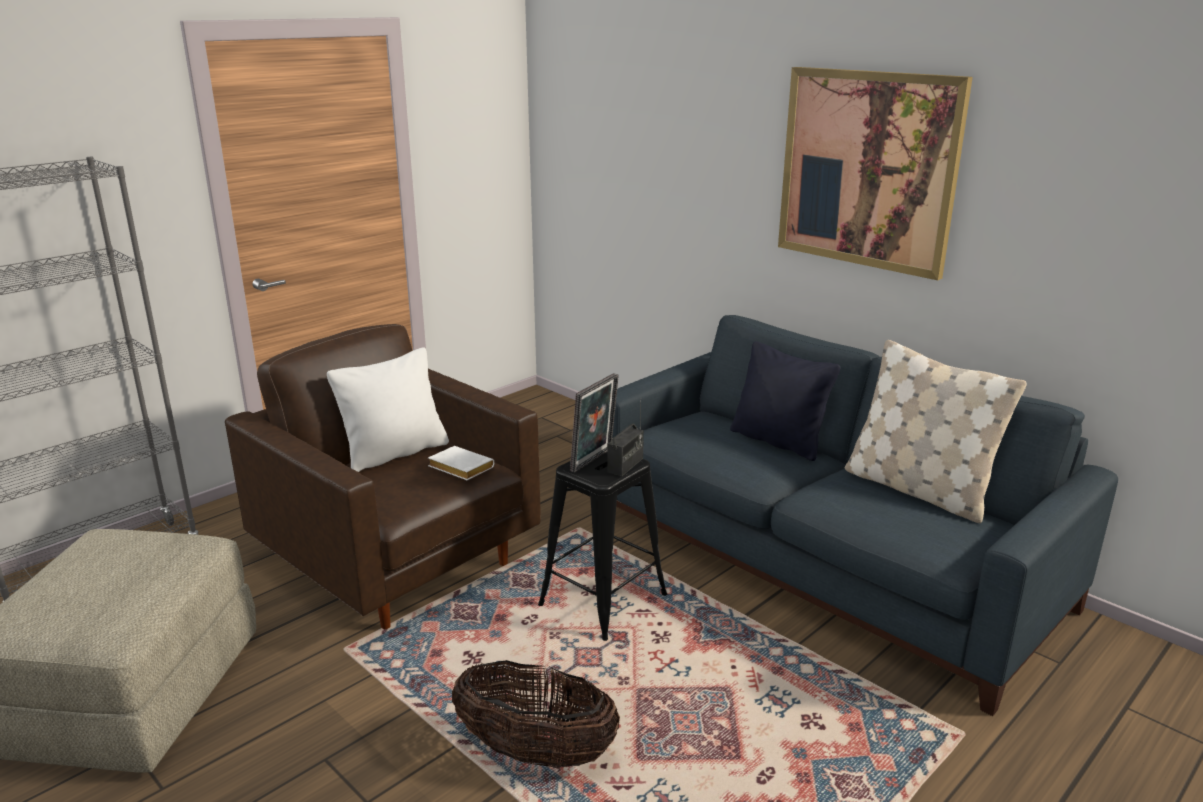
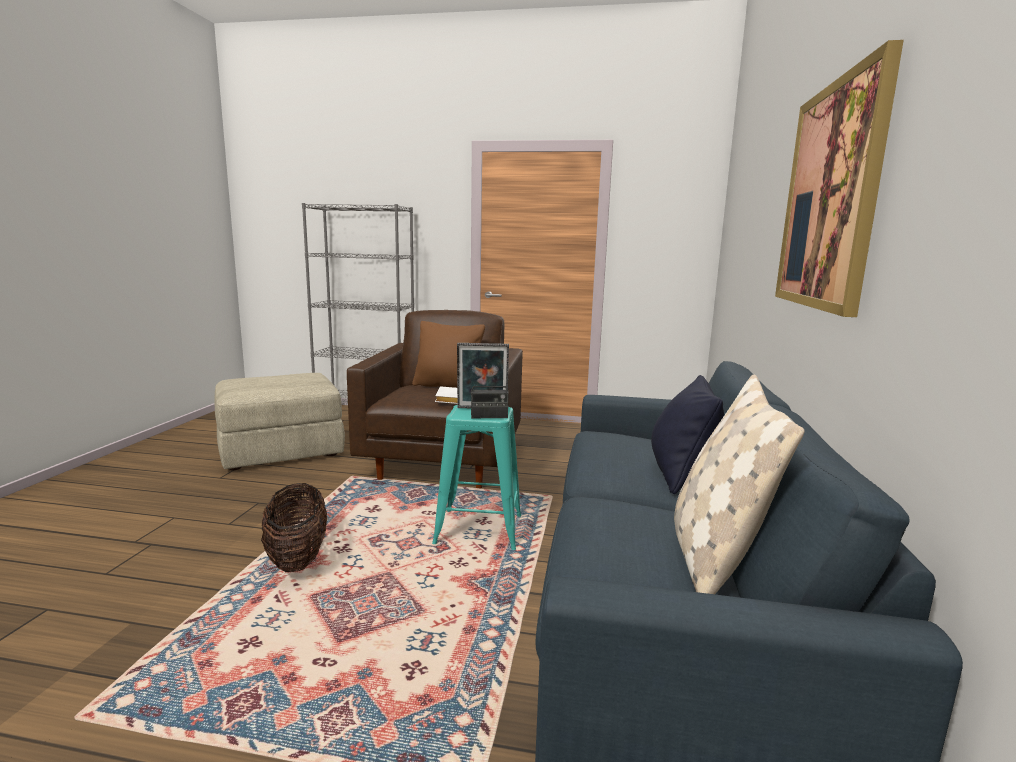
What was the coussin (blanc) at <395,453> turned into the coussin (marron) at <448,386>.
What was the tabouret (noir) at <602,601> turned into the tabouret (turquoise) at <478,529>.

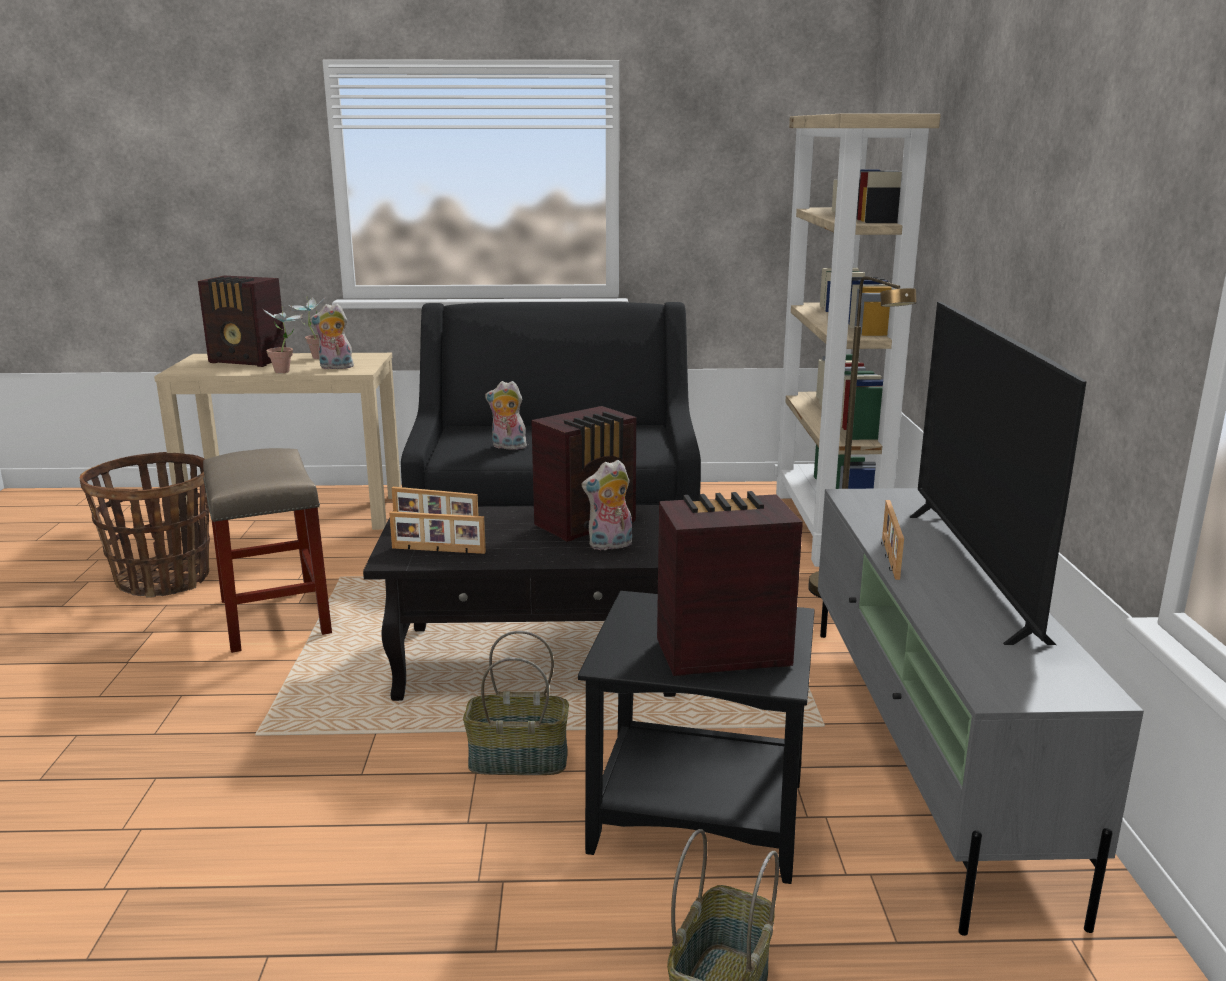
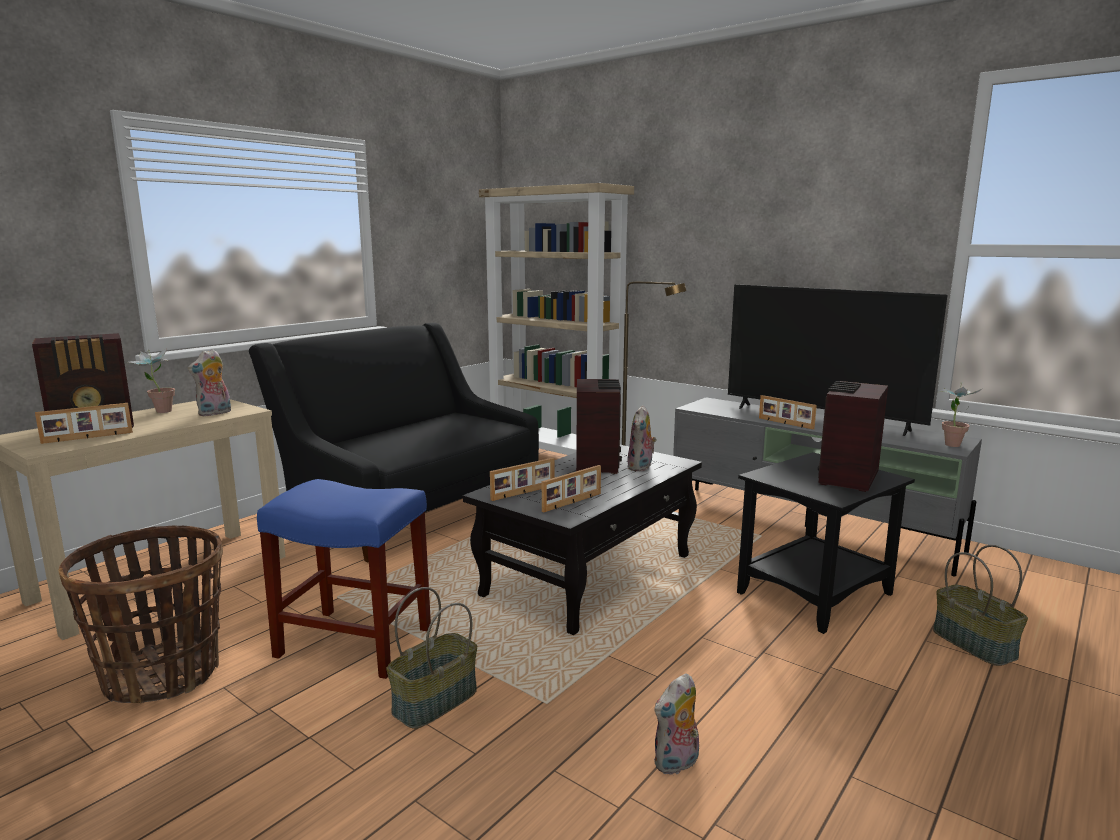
What was the tabouret (beige) at <275,617> turned into the tabouret (bleu) at <356,642>.
The plante en pot ended up elsewhere, having gone from <288,371> to <952,443>.
The panier ended up elsewhere, having gone from <517,761> to <435,702>.
The peluche ended up elsewhere, having gone from <507,447> to <677,764>.
The second view gained the cadre photo at <87,438>.

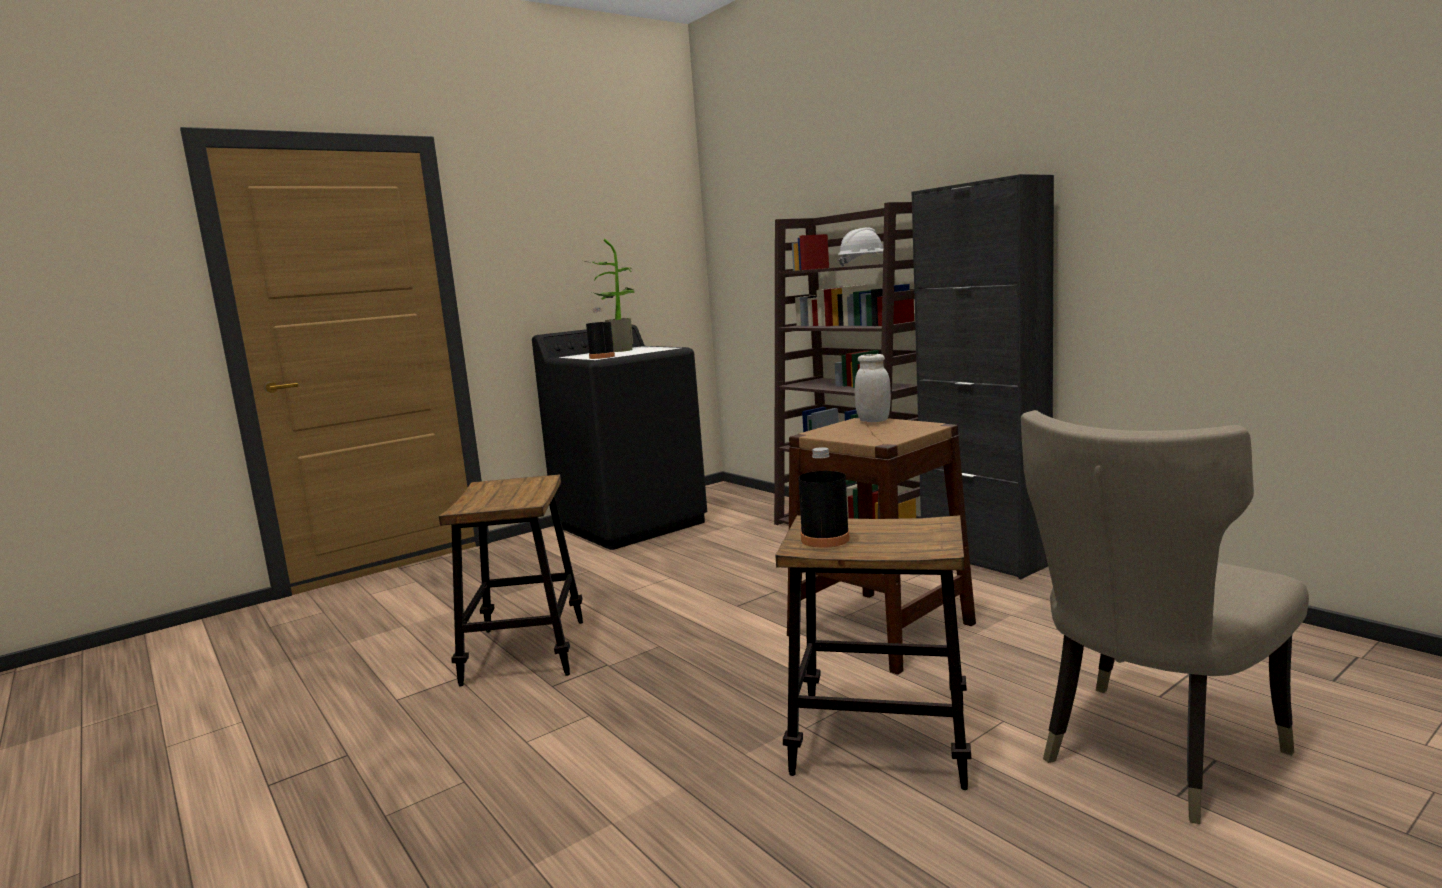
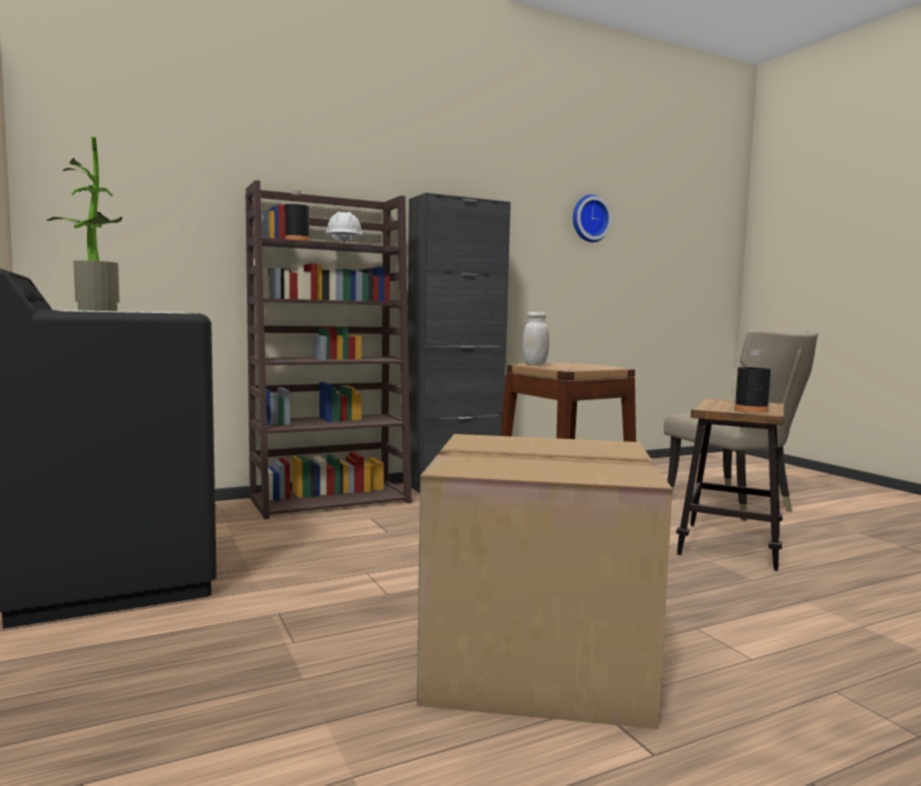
Where the tabouret stood at <525,651>, the carton came to stand at <533,659>.
The bouteille (noir) ended up elsewhere, having gone from <602,357> to <296,241>.
The second view gained the horloge murale at <589,219>.

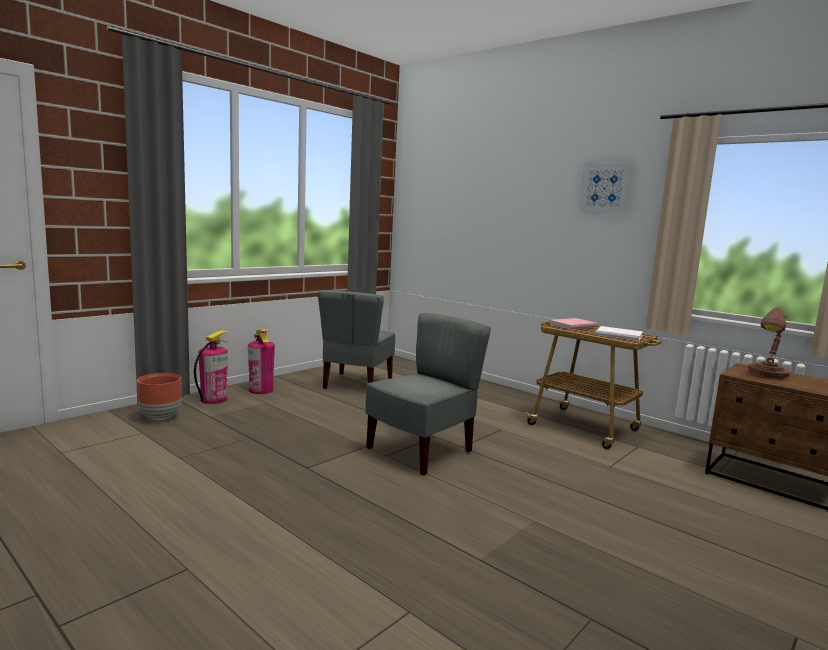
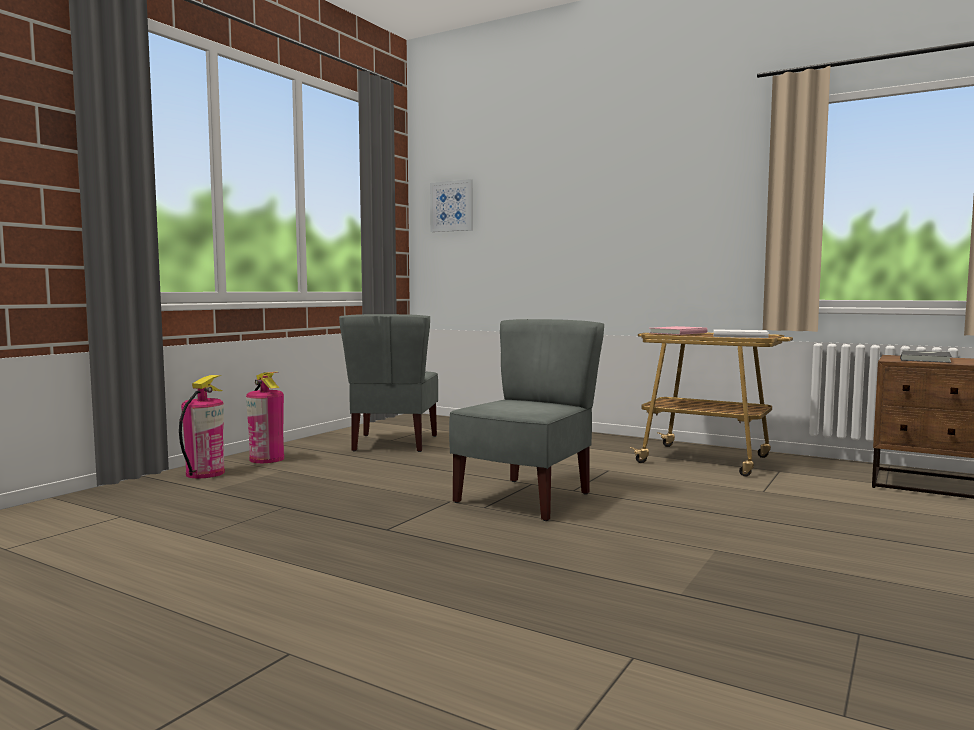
The second view lost the cache-pot (marron) at <160,417>.
The tableau ended up elsewhere, having gone from <605,188> to <452,206>.
Where the lampe de table (marron) stood at <767,375>, the livre (gris) came to stand at <927,359>.

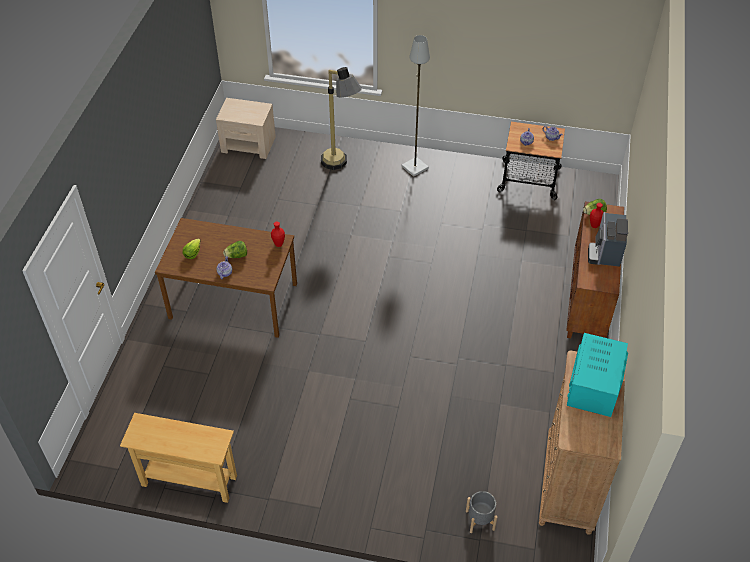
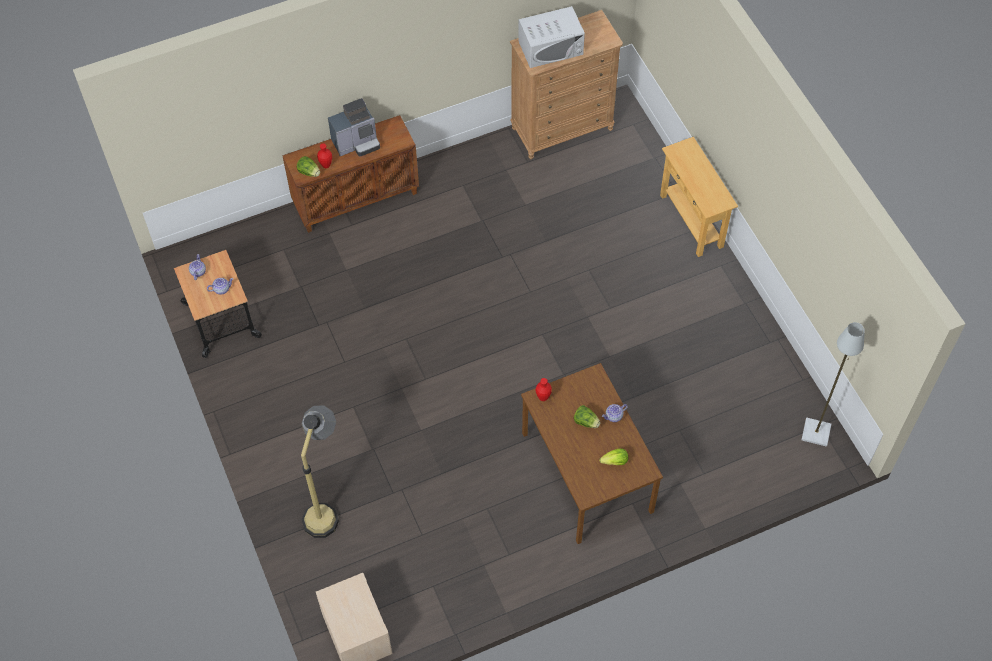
The table console (beige) ended up elsewhere, having gone from <189,480> to <691,221>.
The lampadaire (gris) ended up elsewhere, having gone from <415,168> to <816,432>.
The second view lost the cache-pot (gris) at <480,520>.
What was the micro-ondes (turquoise) at <594,385> turned into the micro-ondes (blanc) at <551,47>.

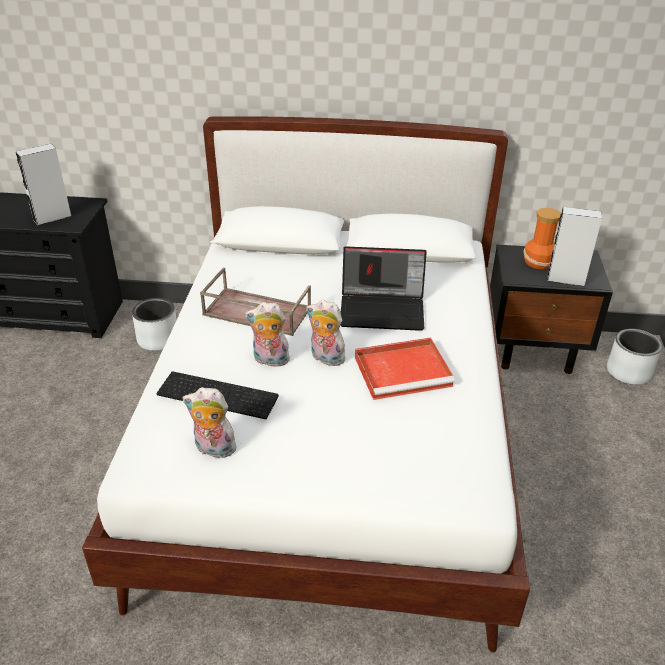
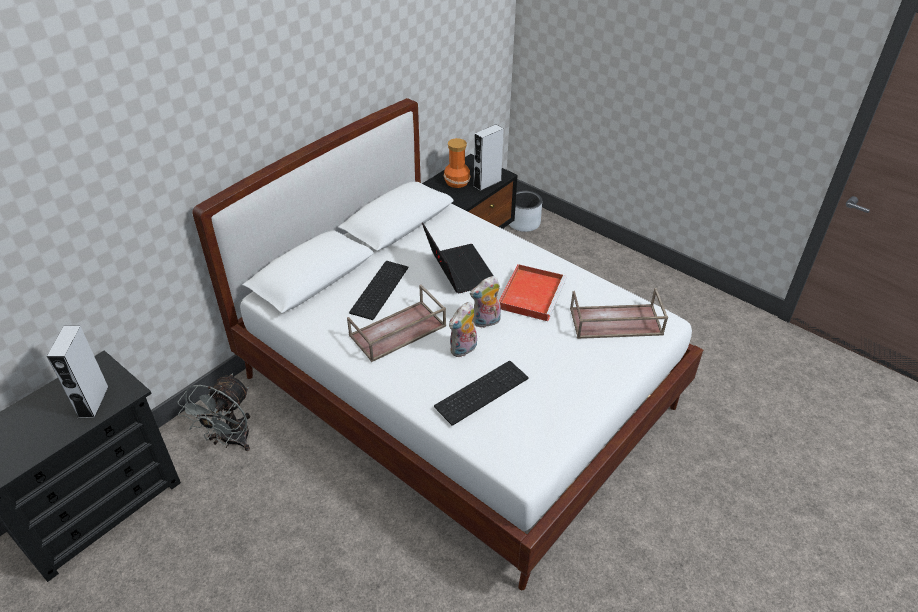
Where the cache-pot (gris) stood at <158,339>, the ventilateur (gris) came to stand at <231,441>.
The second view lost the peluche at <213,449>.
The ordinateur portable at <383,309> ended up facing another way, 60 degrees counterclockwise from before.
The second view gained the clavier at <378,289>.
The second view gained the plateau (marron) at <615,322>.

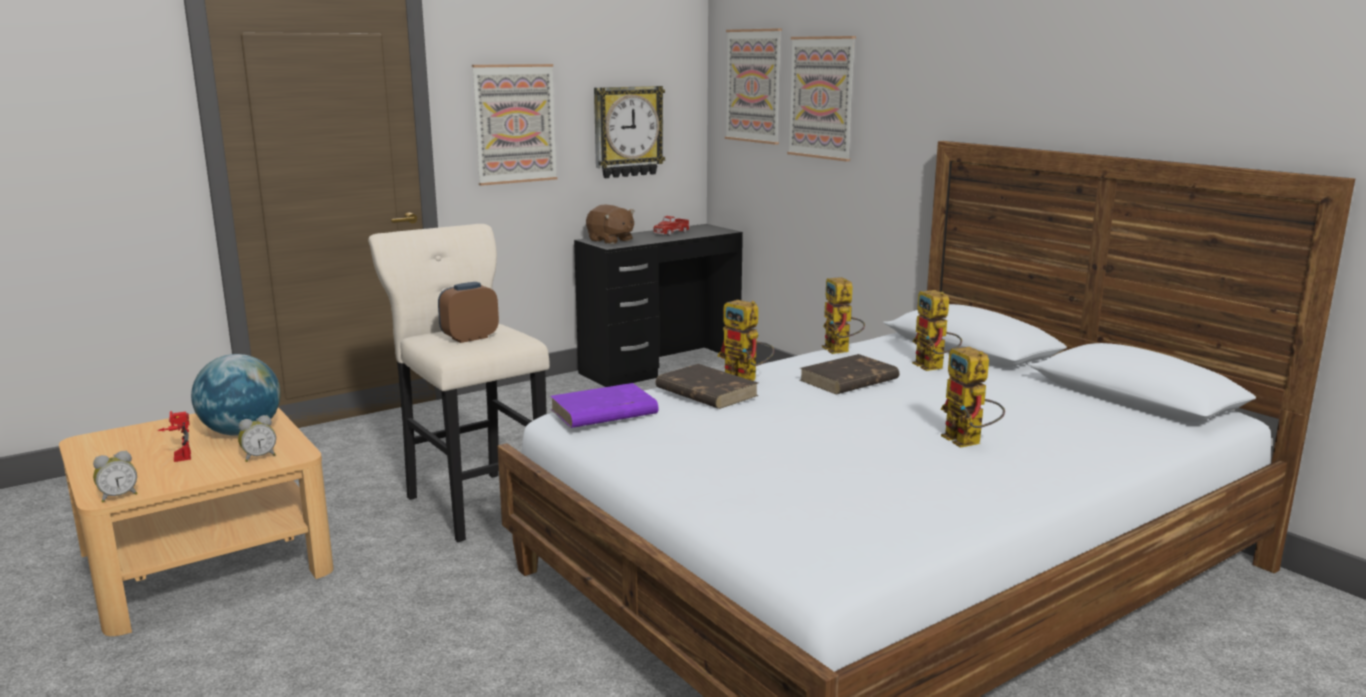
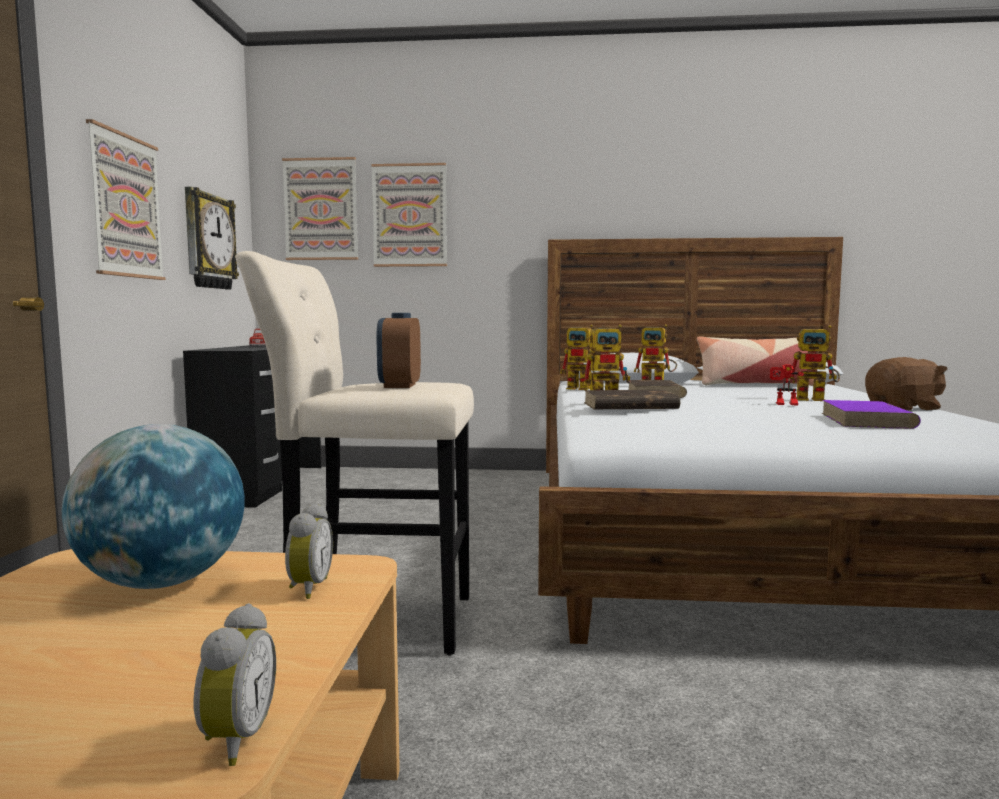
The robot jouet ended up elsewhere, having gone from <179,456> to <785,404>.
The livre (violet) ended up elsewhere, having gone from <603,412> to <867,420>.
The peluche (marron) ended up elsewhere, having gone from <610,240> to <904,408>.
The second view gained the coussin at <756,385>.

